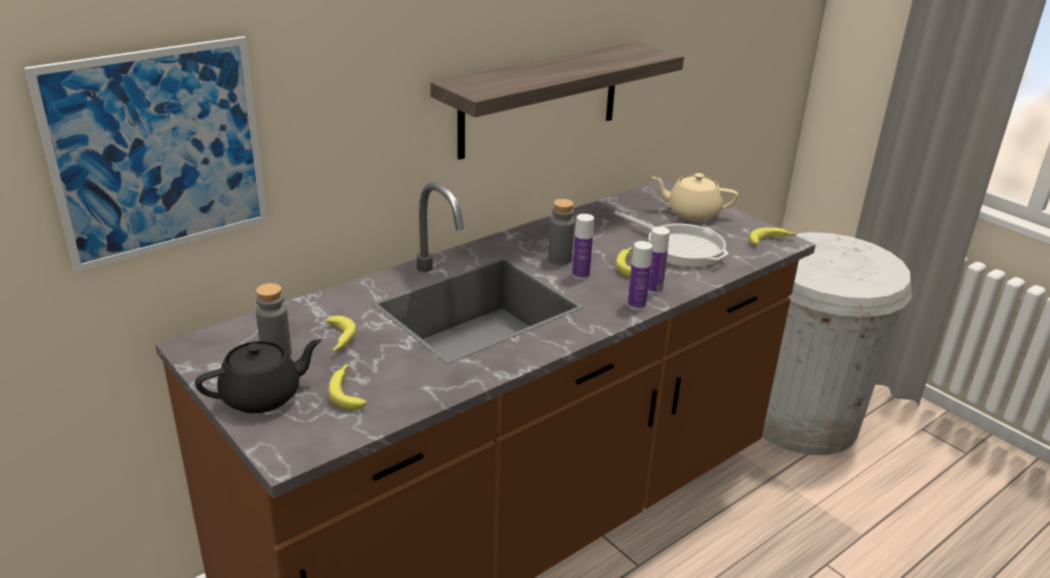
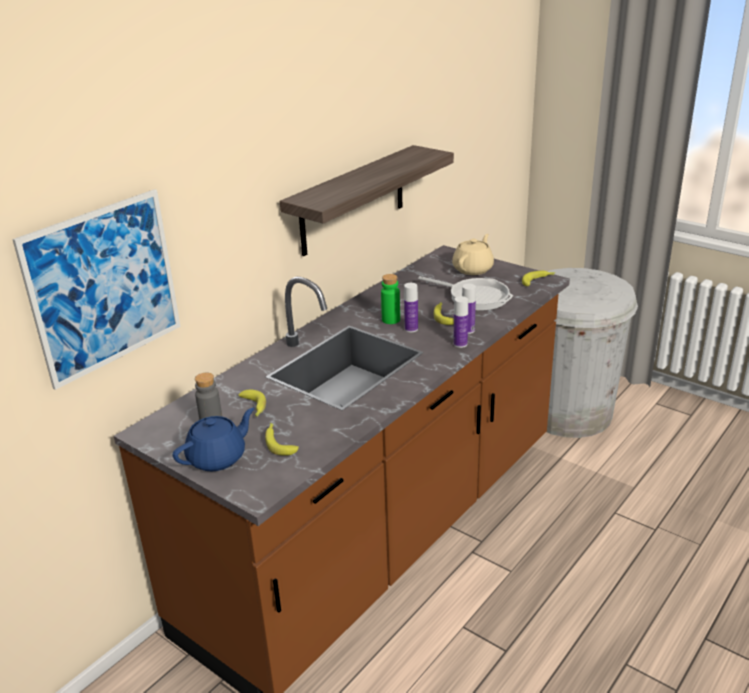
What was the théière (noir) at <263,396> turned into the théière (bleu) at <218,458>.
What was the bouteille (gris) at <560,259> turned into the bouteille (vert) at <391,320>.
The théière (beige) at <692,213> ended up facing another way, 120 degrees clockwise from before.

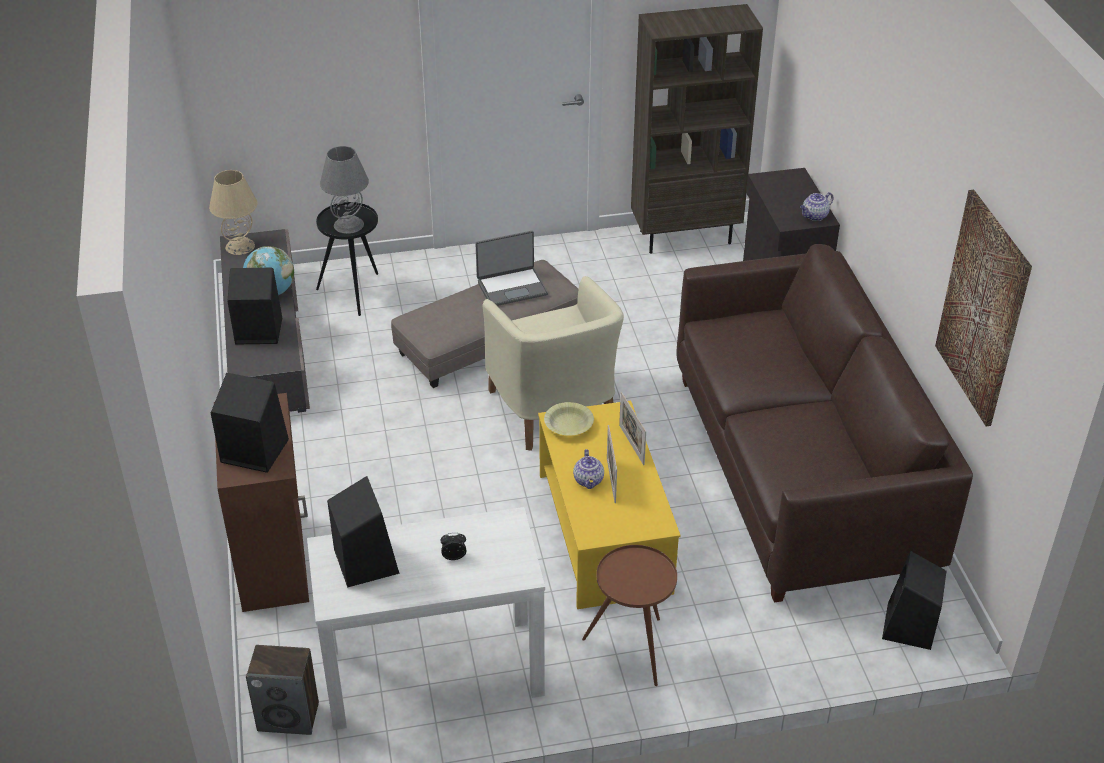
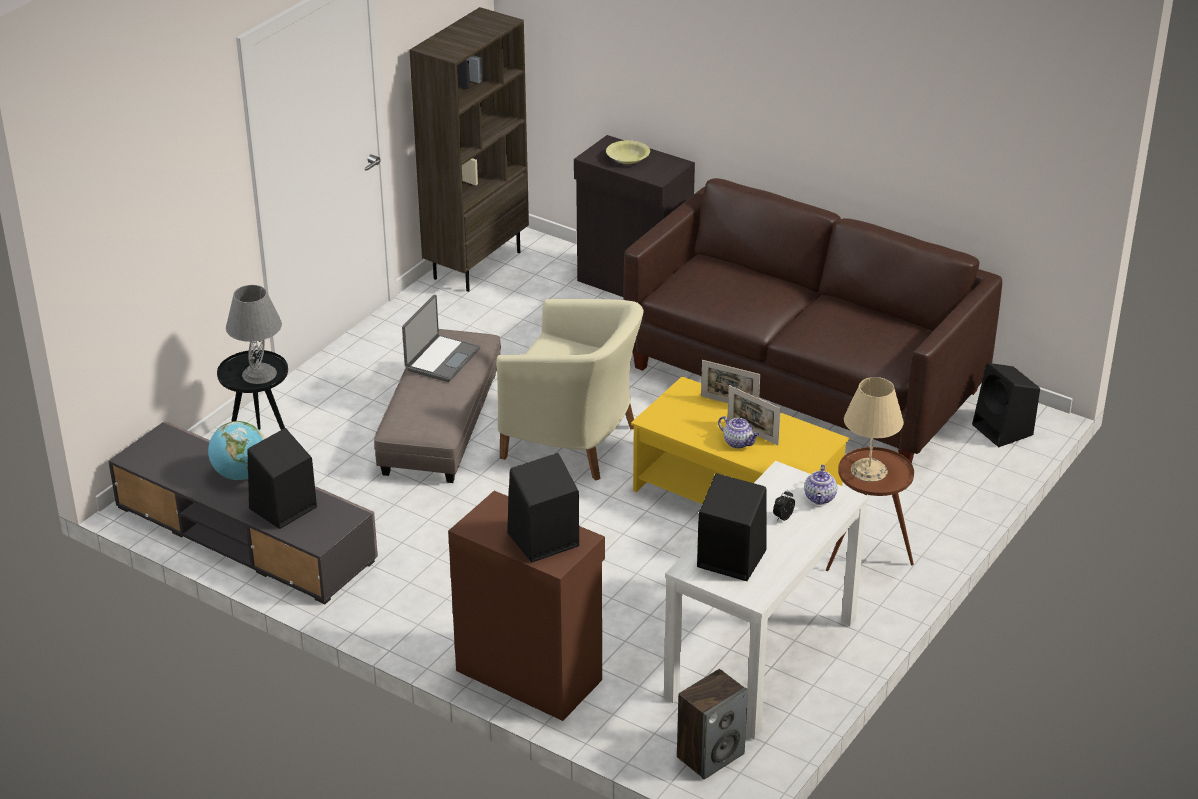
The lampe de table (beige) ended up elsewhere, having gone from <240,246> to <869,470>.
The bol (jaune) ended up elsewhere, having gone from <568,425> to <627,158>.
The théière ended up elsewhere, having gone from <814,216> to <820,498>.
The second view lost the tableau at <983,308>.

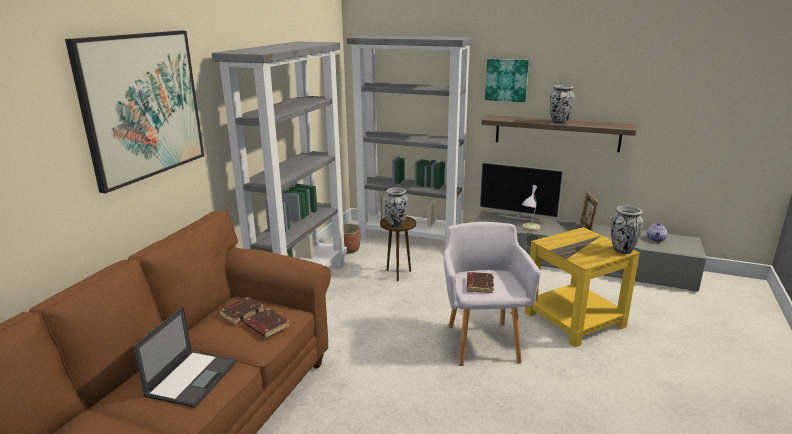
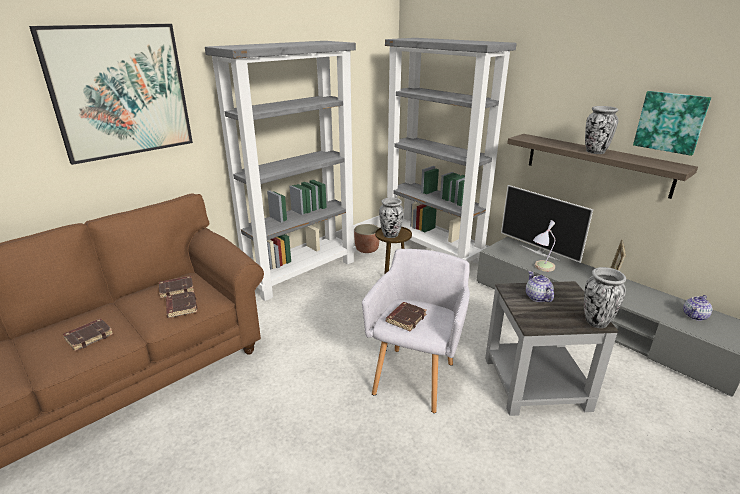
Where the ordinateur portable stood at <192,378>, the livre (marron) came to stand at <89,336>.
The tableau ended up elsewhere, having gone from <506,80> to <670,122>.
What was the table d'appoint (jaune) at <574,320> turned into the table d'appoint (gris) at <535,384>.
The second view gained the théière at <537,297>.

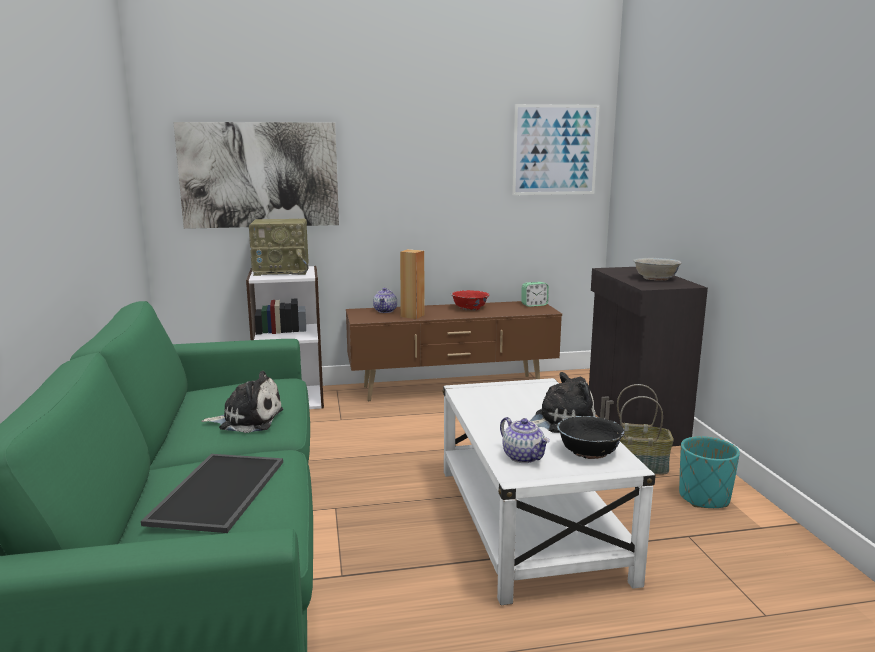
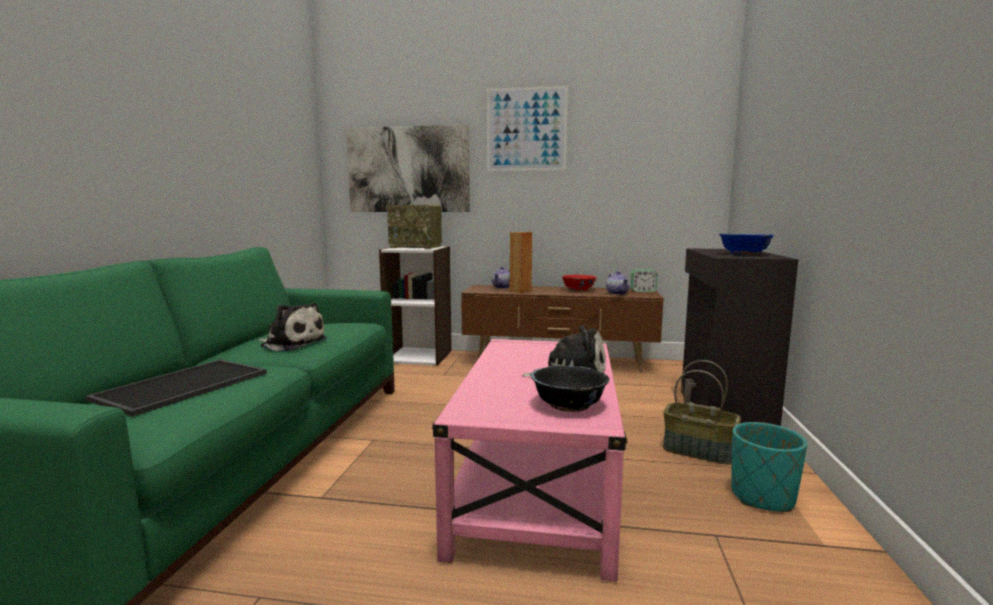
What was the table basse (blanc) at <529,522> turned into the table basse (rose) at <538,485>.
The théière ended up elsewhere, having gone from <524,457> to <617,293>.
The tableau ended up elsewhere, having gone from <555,150> to <526,129>.
What was the bol (blanc) at <655,279> turned into the bol (bleu) at <744,253>.

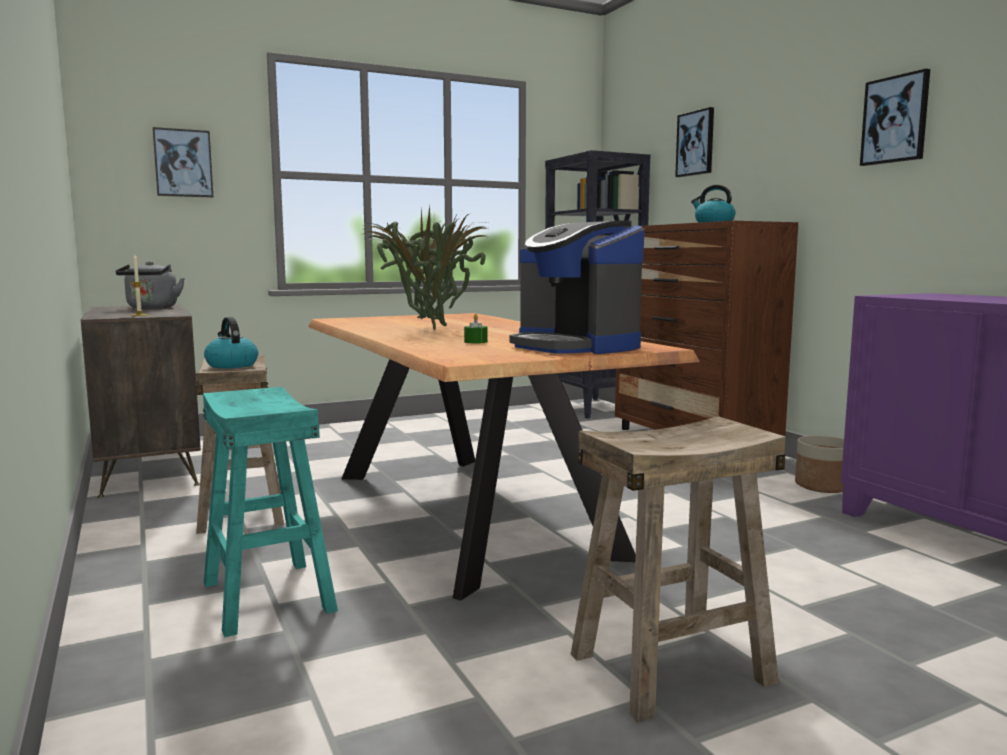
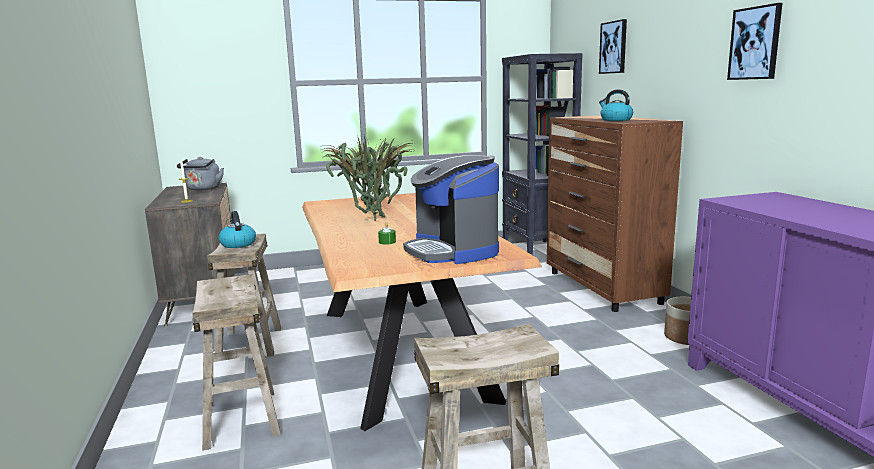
The second view lost the tableau at <183,163>.
What was the tabouret (turquoise) at <266,595> turned into the tabouret (beige) at <240,417>.

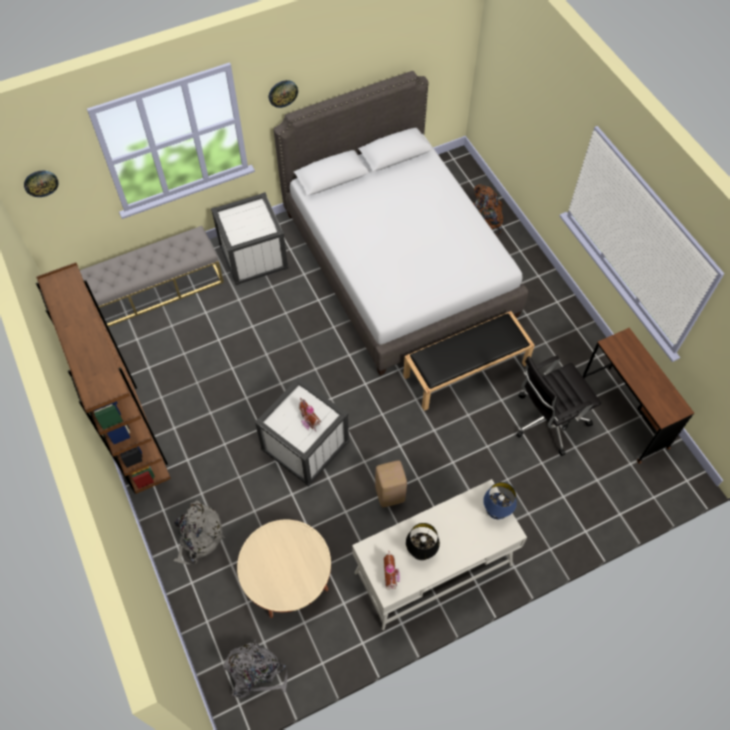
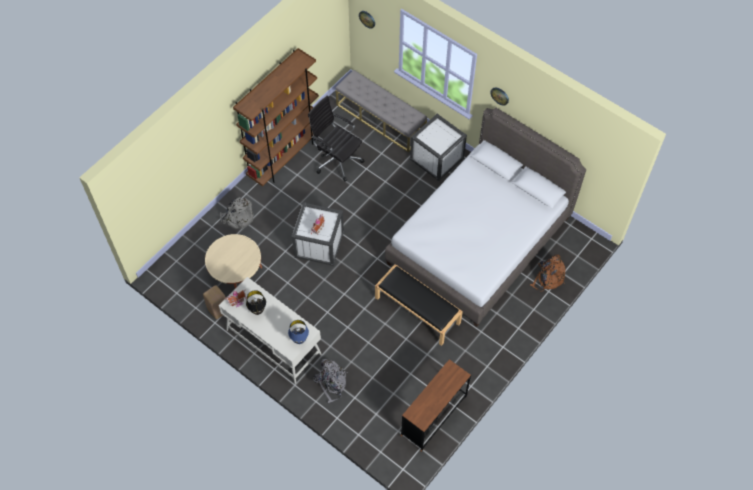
The sac à dos (gris) ended up elsewhere, having gone from <256,672> to <331,383>.
The tabouret (beige) ended up elsewhere, having gone from <390,494> to <218,310>.
The chaise de bureau (noir) ended up elsewhere, having gone from <547,420> to <337,160>.

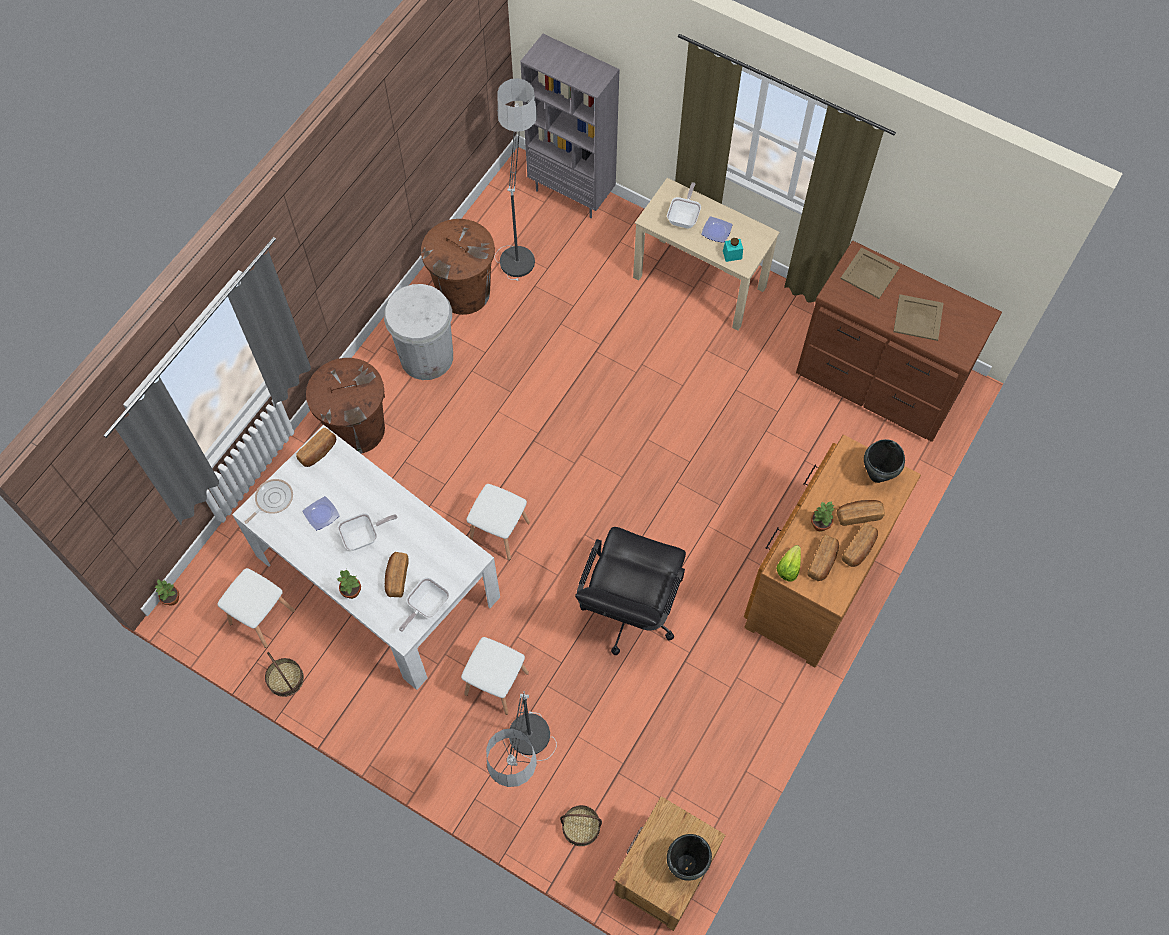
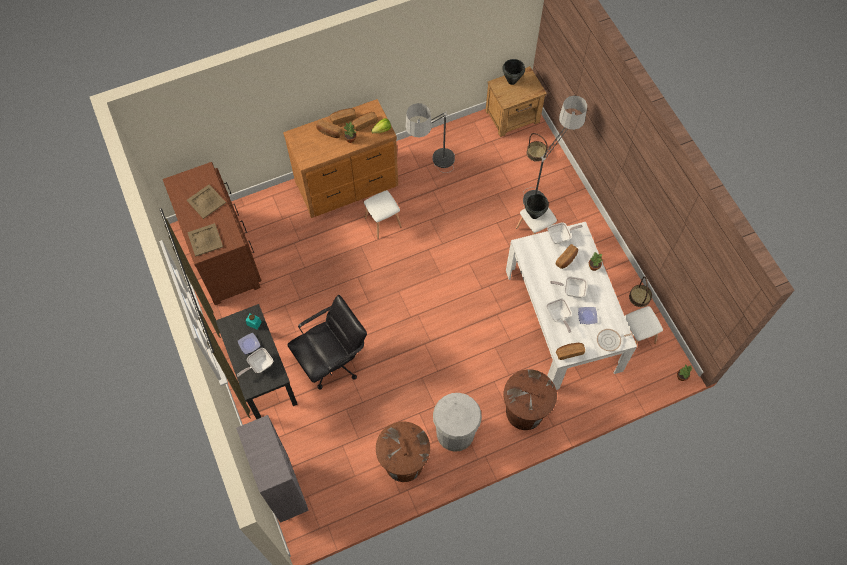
The tabouret (blanc) ended up elsewhere, having gone from <500,532> to <382,222>.
The lampadaire ended up elsewhere, having gone from <519,239> to <432,171>.
The chaise de bureau (noir) ended up elsewhere, having gone from <629,610> to <332,360>.
What was the bureau (beige) at <700,282> turned into the bureau (noir) at <262,374>.
The marmite (noir) ended up elsewhere, having gone from <876,475> to <534,215>.
The second view gained the poêle at <558,316>.

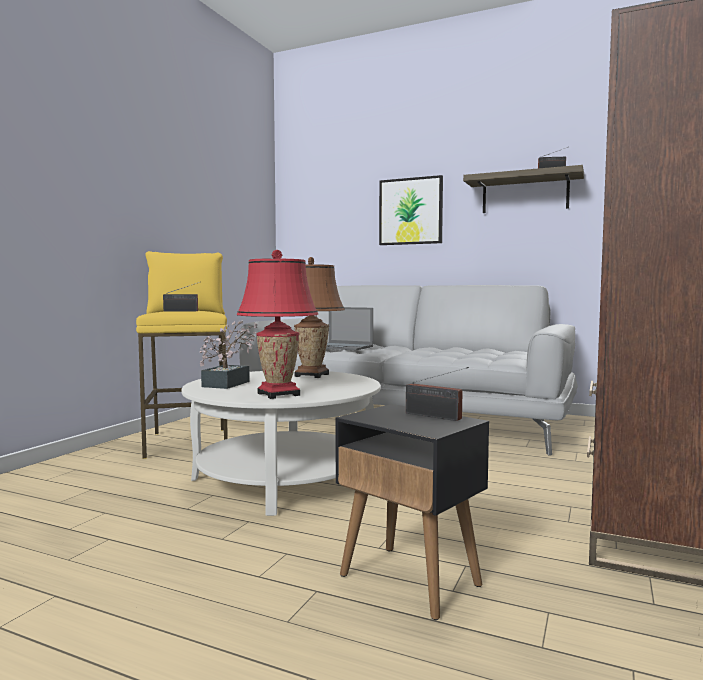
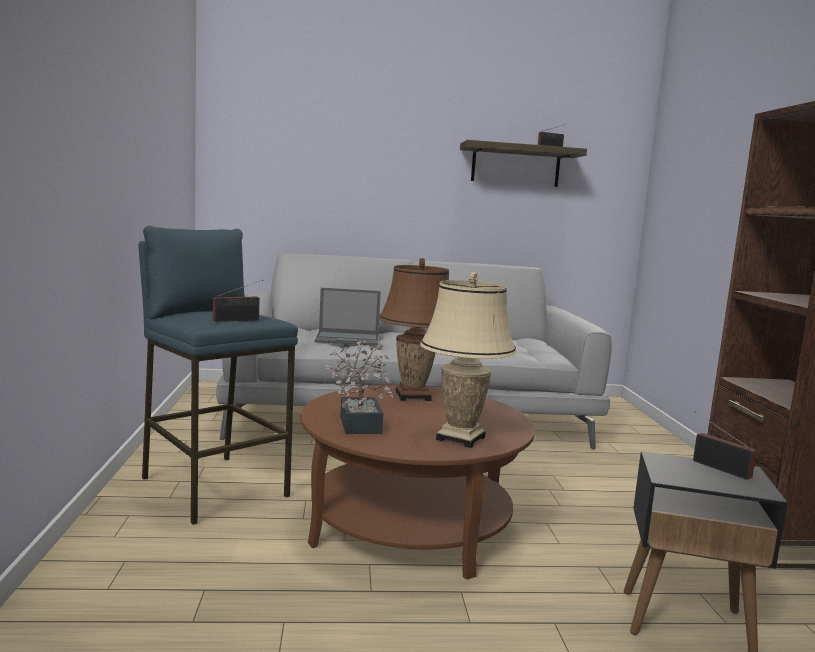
What was the tabouret (jaune) at <189,442> turned into the tabouret (bleu) at <213,486>.
What was the table basse (blanc) at <284,479> turned into the table basse (marron) at <410,524>.
What was the lampe de table (rouge) at <278,394> turned into the lampe de table (beige) at <460,438>.
The second view lost the tableau at <410,211>.
The radio at <435,417> ended up facing another way, 135 degrees counterclockwise from before.

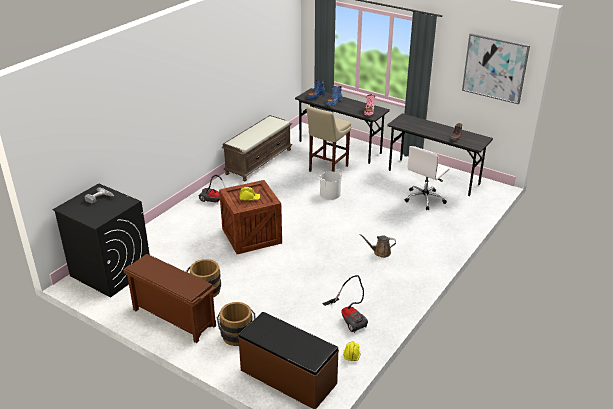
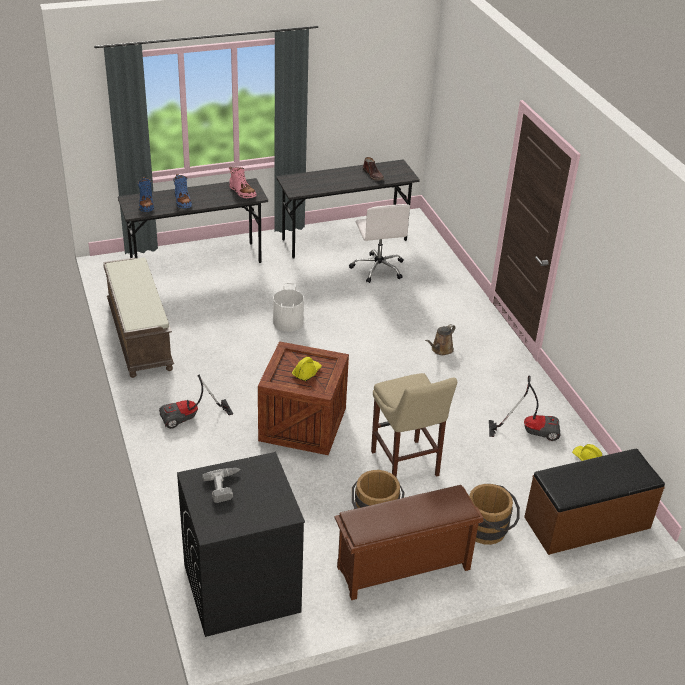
The tabouret (beige) ended up elsewhere, having gone from <327,169> to <406,466>.
The second view lost the tableau at <495,68>.

